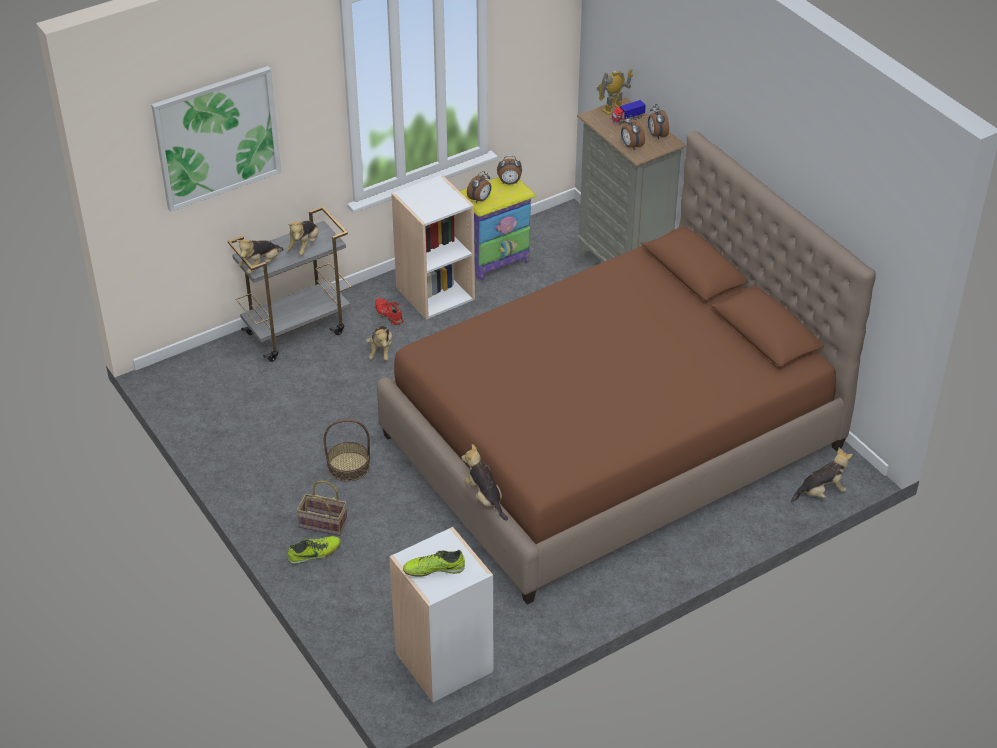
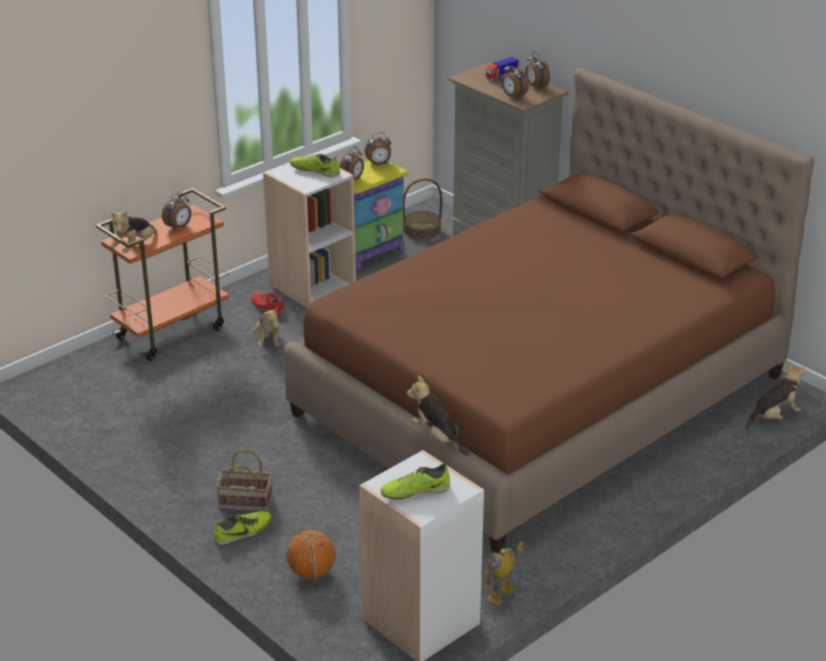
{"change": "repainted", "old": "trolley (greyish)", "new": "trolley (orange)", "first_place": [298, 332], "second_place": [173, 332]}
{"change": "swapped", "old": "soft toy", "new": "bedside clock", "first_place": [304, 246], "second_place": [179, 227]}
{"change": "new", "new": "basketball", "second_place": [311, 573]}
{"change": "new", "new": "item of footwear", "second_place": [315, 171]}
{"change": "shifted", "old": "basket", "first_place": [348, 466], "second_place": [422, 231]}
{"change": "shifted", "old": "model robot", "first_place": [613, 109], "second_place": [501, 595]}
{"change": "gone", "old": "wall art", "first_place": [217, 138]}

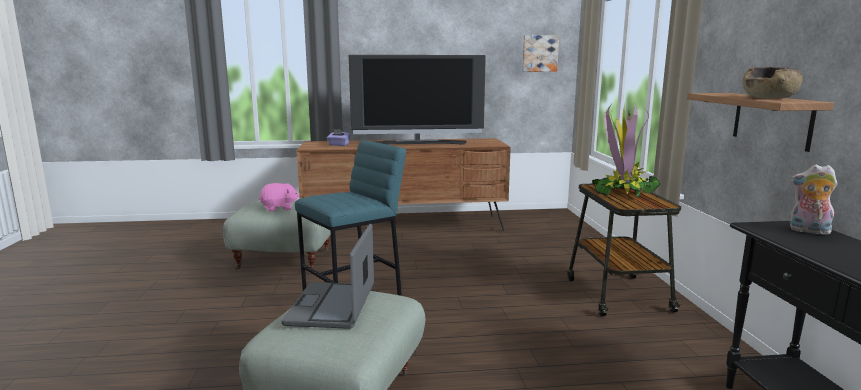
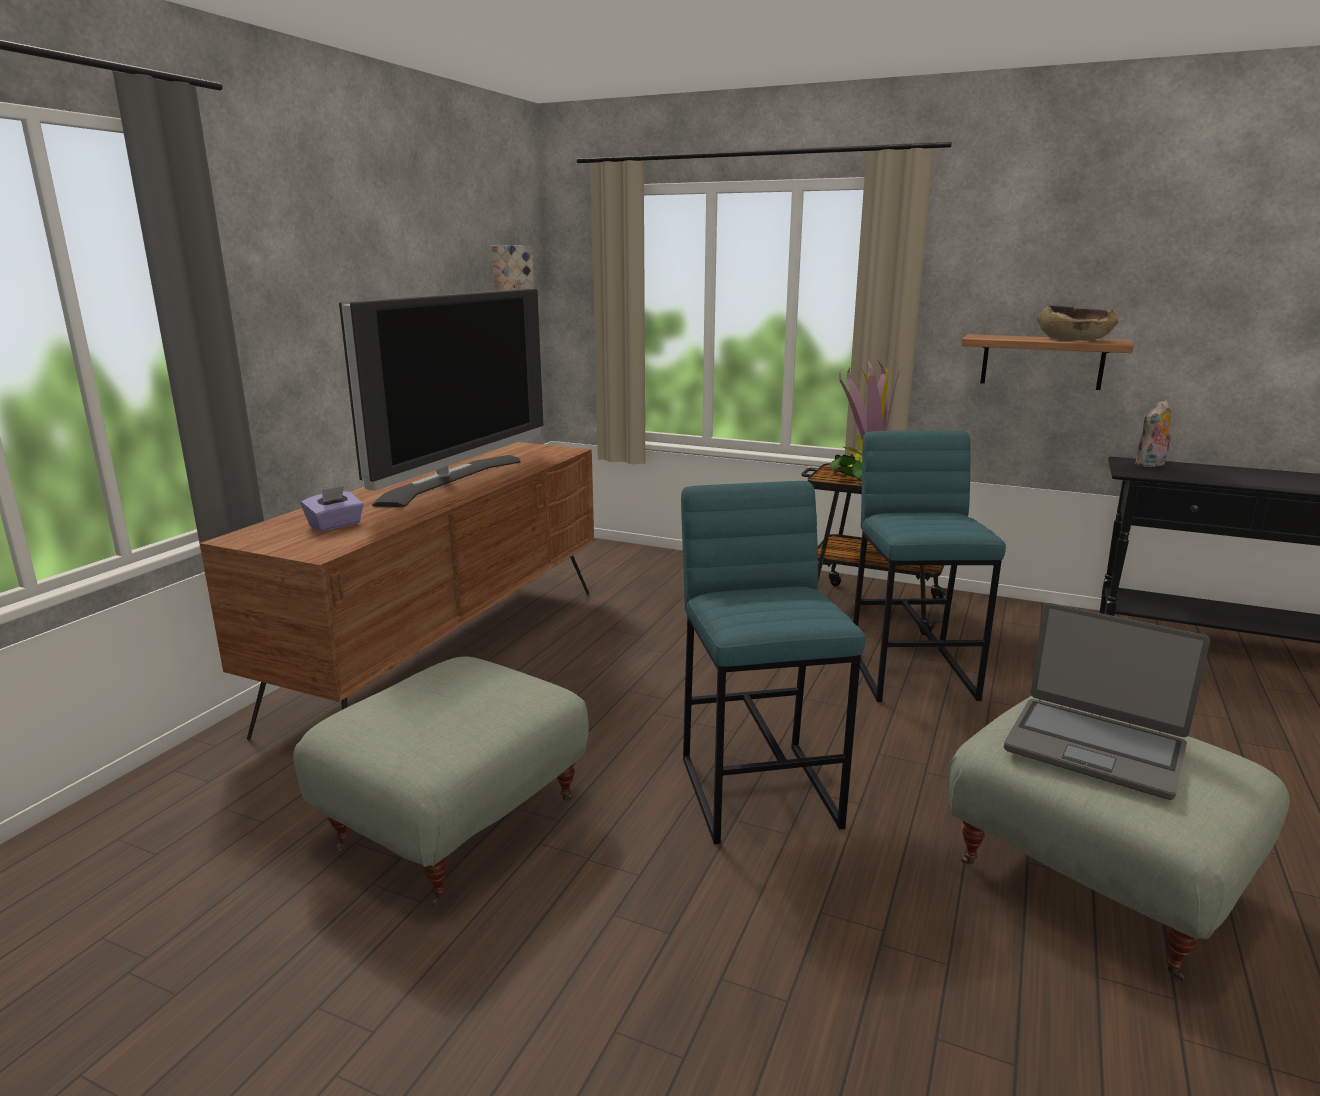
{"change": "new", "new": "sitting stool (blue-green)", "second_place": [910, 672]}
{"change": "gone", "old": "soft toy (pink-coloured)", "first_place": [279, 208]}

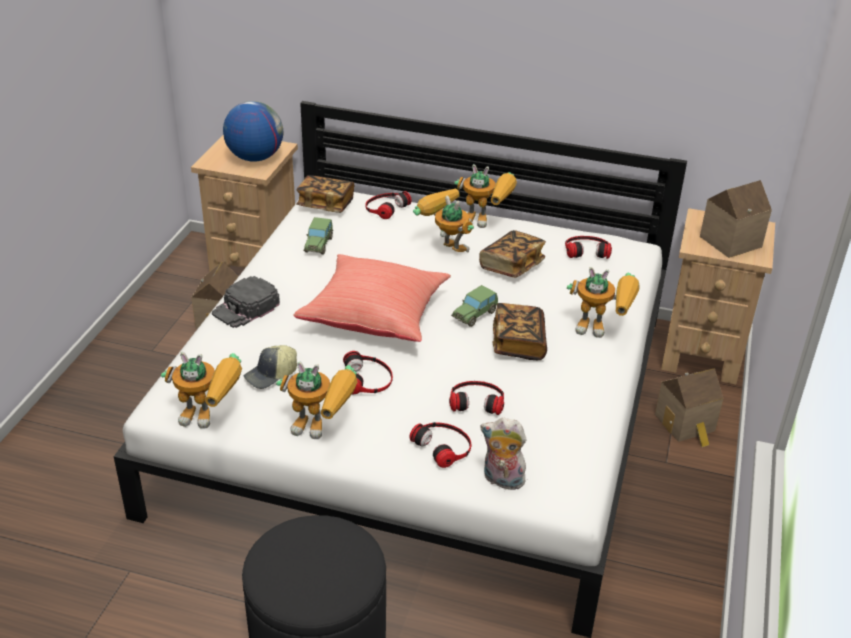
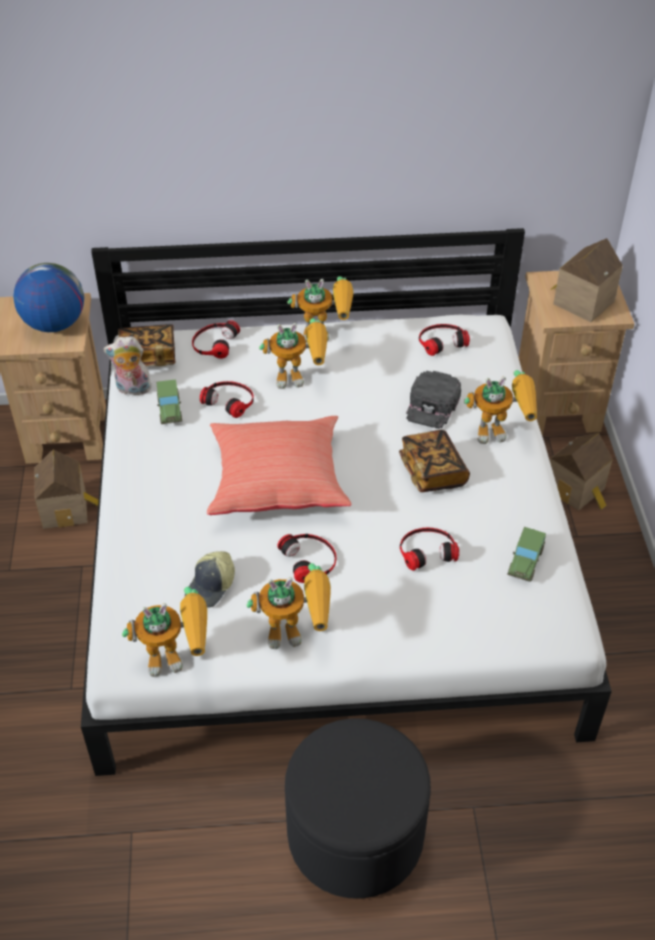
{"change": "shifted", "old": "soft toy", "first_place": [501, 480], "second_place": [132, 389]}
{"change": "shifted", "old": "headset", "first_place": [444, 446], "second_place": [230, 400]}
{"change": "rotated", "old": "model robot", "first_place": [444, 247], "second_place": [300, 377], "degrees": 150}
{"change": "shifted", "old": "cap (blackish)", "first_place": [246, 308], "second_place": [433, 405]}
{"change": "shifted", "old": "toy car", "first_place": [475, 315], "second_place": [525, 562]}
{"change": "gone", "old": "volume", "first_place": [511, 266]}

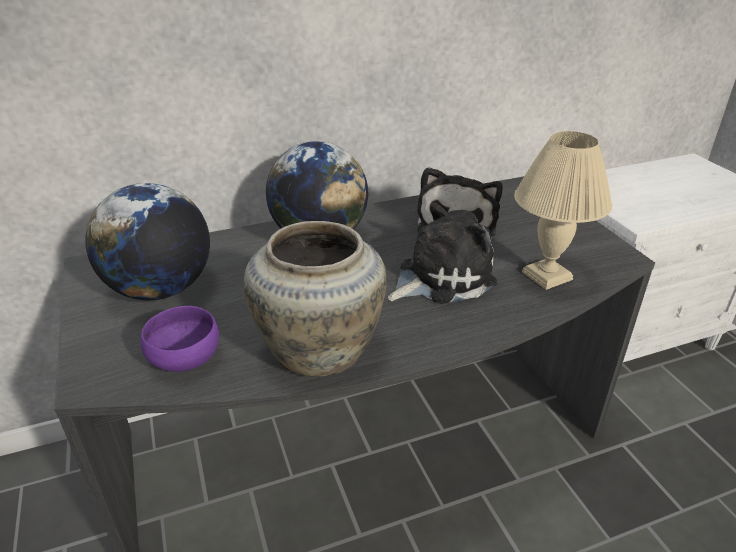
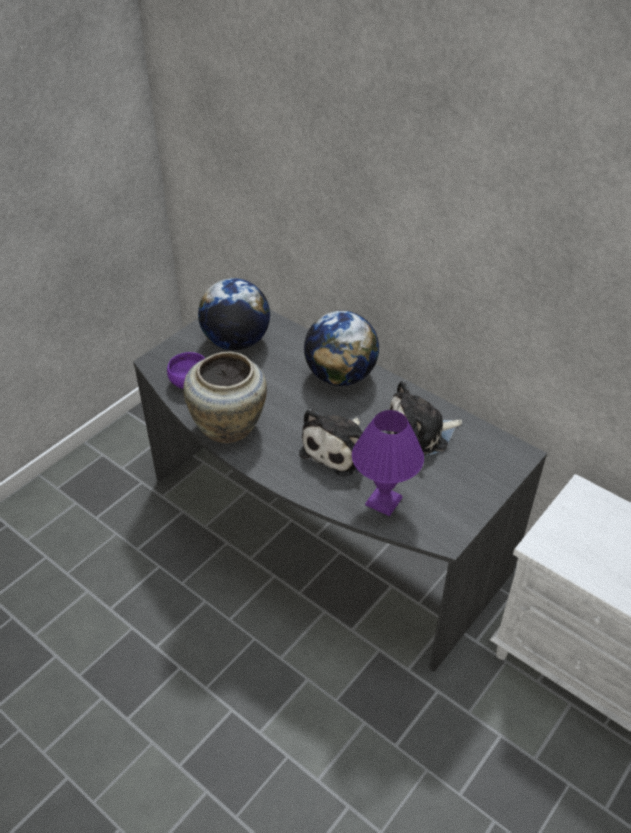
{"change": "rotated", "old": "soft toy", "first_place": [440, 277], "second_place": [339, 449], "degrees": 90}
{"change": "repainted", "old": "tabletop lamp (beige-coloured)", "new": "tabletop lamp (purple)", "first_place": [548, 276], "second_place": [383, 502]}

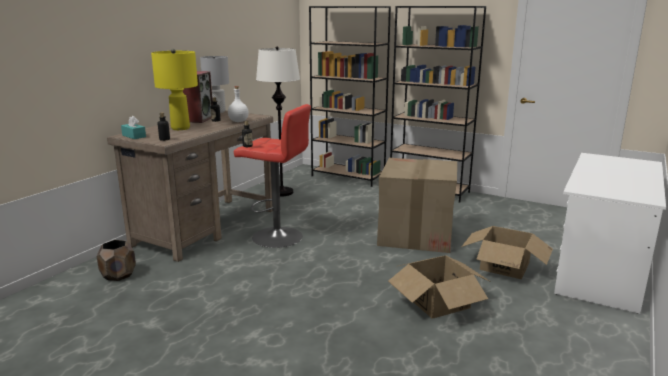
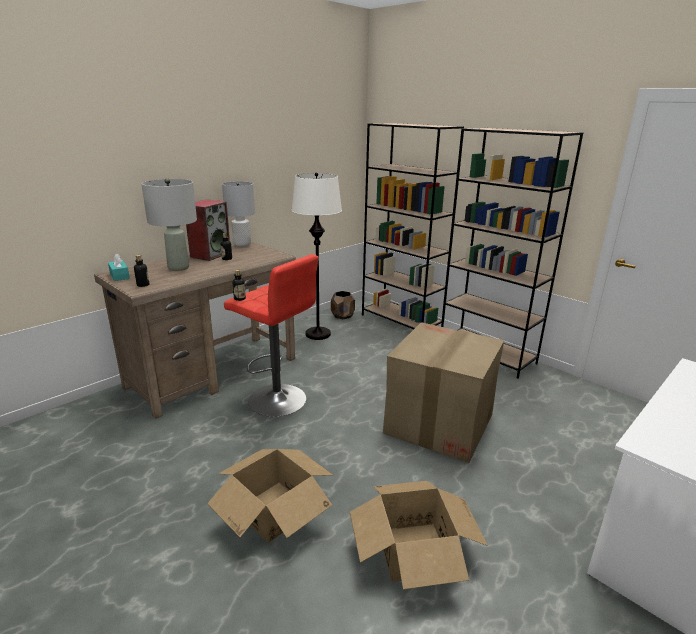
{"change": "repainted", "old": "tabletop lamp (yellow)", "new": "tabletop lamp (greyish)", "first_place": [180, 128], "second_place": [178, 268]}
{"change": "shifted", "old": "packing box", "first_place": [505, 266], "second_place": [274, 510]}
{"change": "shifted", "old": "plant pot (brown)", "first_place": [119, 275], "second_place": [343, 316]}
{"change": "gone", "old": "beverage bottle (white)", "first_place": [239, 121]}

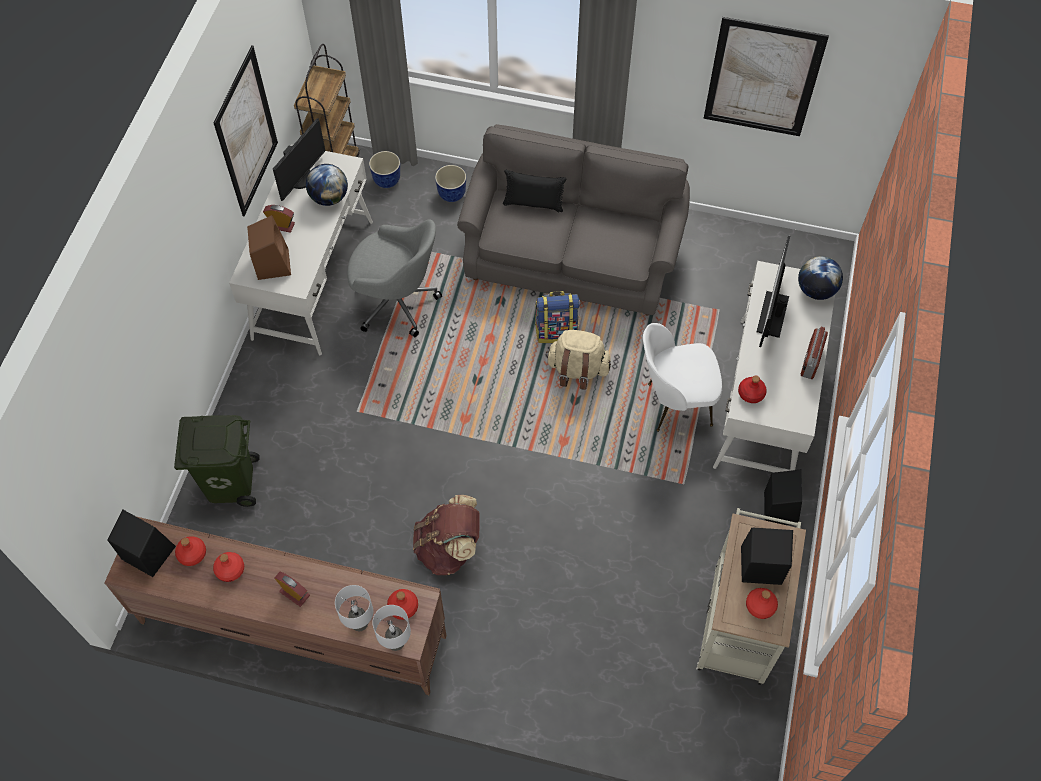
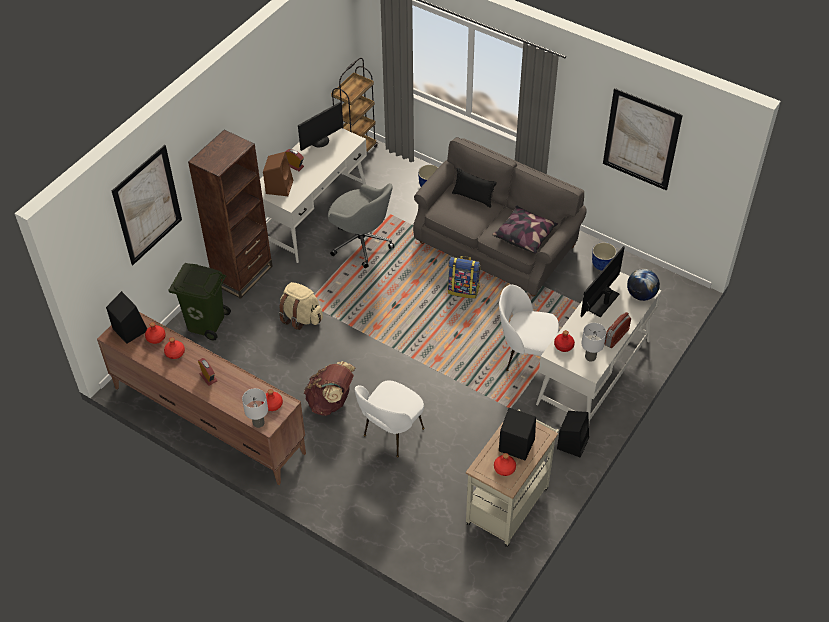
{"change": "shifted", "old": "wall art", "first_place": [247, 133], "second_place": [147, 205]}
{"change": "new", "new": "bookshelf (brown)", "second_place": [243, 275]}
{"change": "shifted", "old": "knapsack (beige-coloured)", "first_place": [577, 370], "second_place": [301, 317]}
{"change": "new", "new": "plain chair (white)", "second_place": [390, 435]}
{"change": "new", "new": "throw pillow", "second_place": [525, 235]}
{"change": "shifted", "old": "tabletop lamp (white)", "first_place": [359, 623], "second_place": [590, 357]}
{"change": "shifted", "old": "plant pot", "first_place": [387, 180], "second_place": [602, 265]}
{"change": "gone", "old": "desk globe", "first_place": [329, 197]}

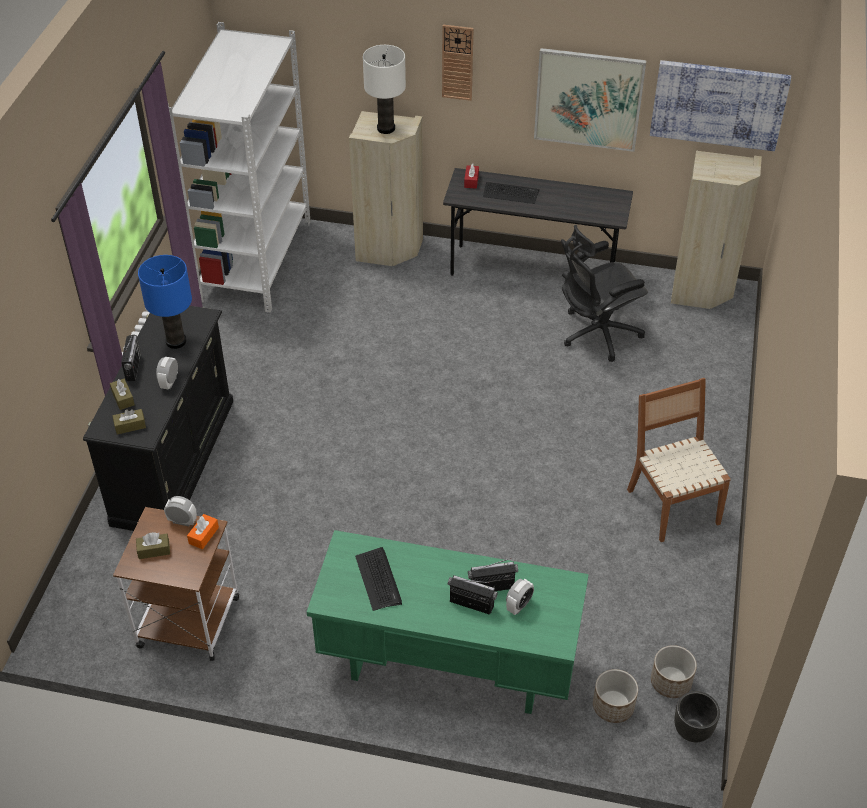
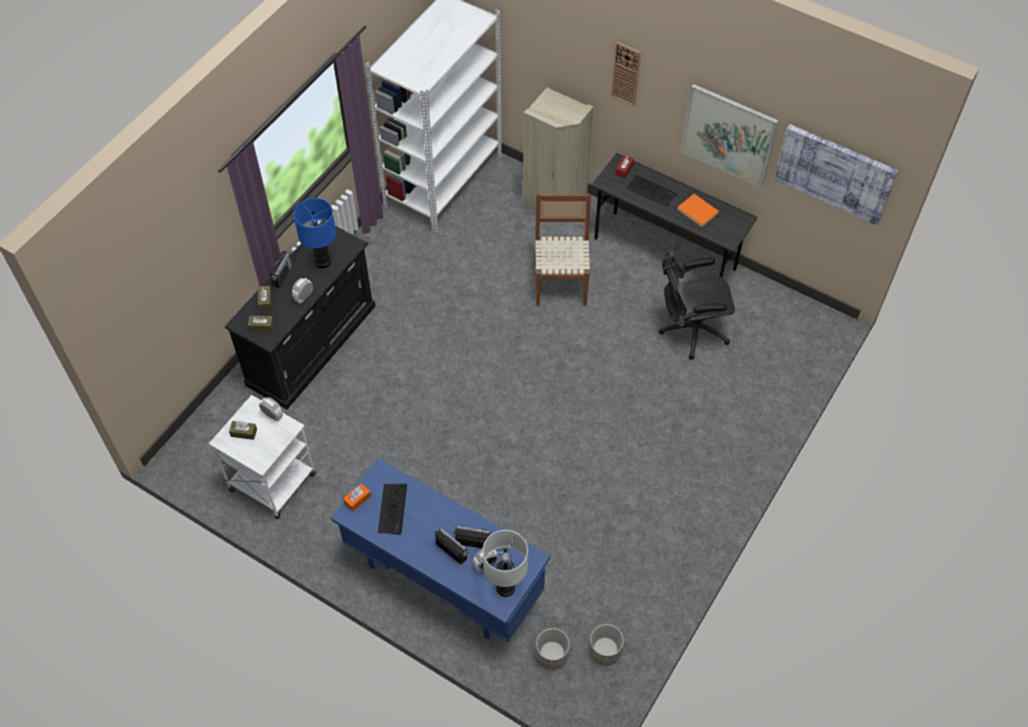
{"change": "repainted", "old": "trolley (brown)", "new": "trolley (white)", "first_place": [186, 621], "second_place": [271, 481]}
{"change": "repainted", "old": "desk (green-coloured)", "new": "desk (blue)", "first_place": [446, 666], "second_place": [442, 579]}
{"change": "shifted", "old": "box of tissues (orange)", "first_place": [203, 535], "second_place": [357, 499]}
{"change": "shifted", "old": "tabletop lamp (white)", "first_place": [386, 128], "second_place": [506, 587]}
{"change": "shifted", "old": "plain chair", "first_place": [672, 503], "second_place": [561, 281]}
{"change": "new", "new": "volume (orange)", "second_place": [697, 210]}
{"change": "gone", "old": "storage cabinet (beige-coloured)", "first_place": [702, 290]}
{"change": "gone", "old": "plant pot (blackish)", "first_place": [691, 730]}

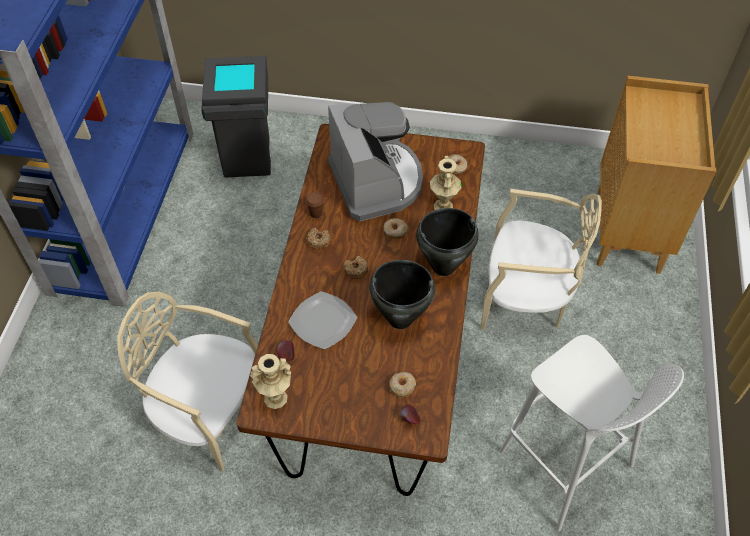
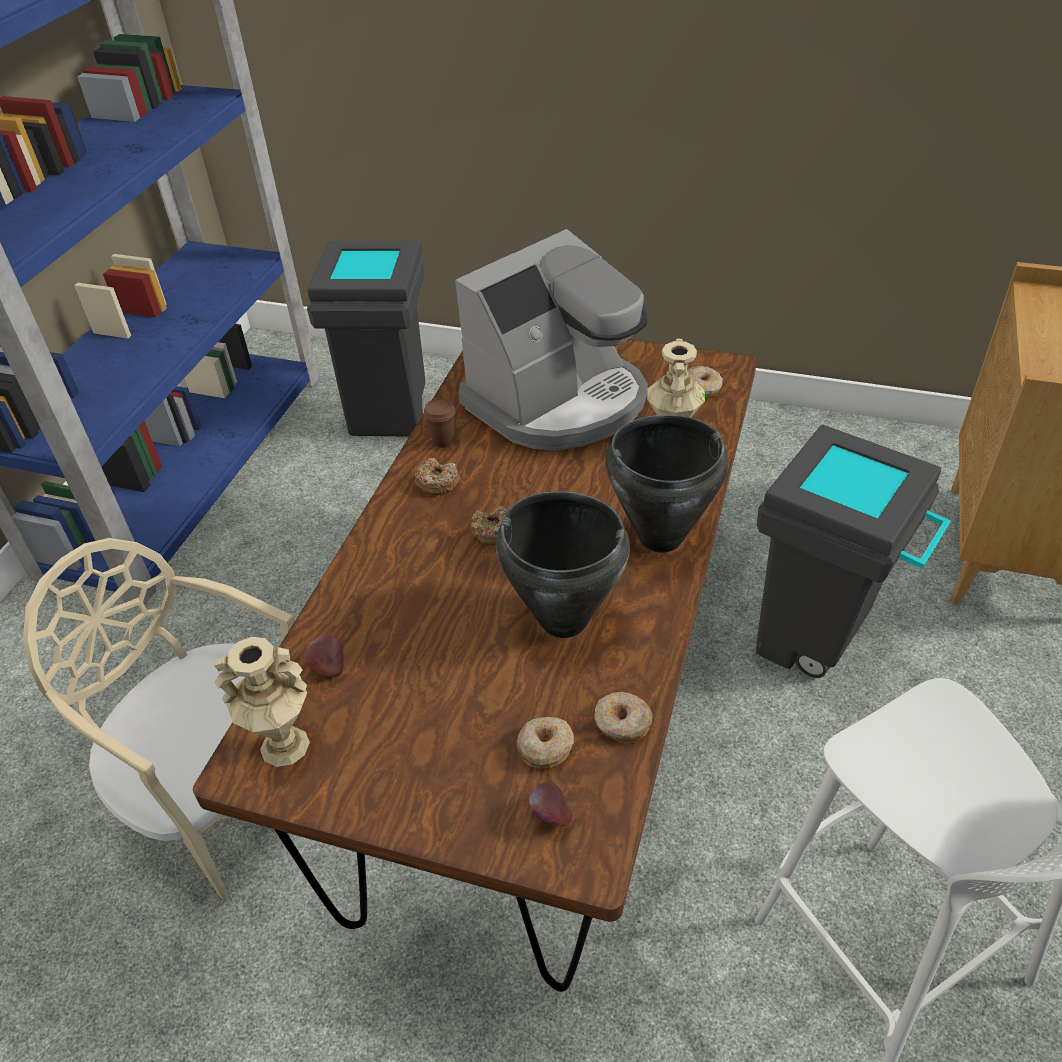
{"change": "rotated", "old": "coffee maker", "first_place": [376, 182], "second_place": [559, 401], "degrees": 60}
{"change": "shifted", "old": "donut", "first_place": [395, 231], "second_place": [622, 723]}
{"change": "swapped", "old": "plain chair (beige-coloured)", "new": "rubbish bin (greyish)", "first_place": [525, 298], "second_place": [819, 646]}
{"change": "gone", "old": "flat dish", "first_place": [323, 321]}

